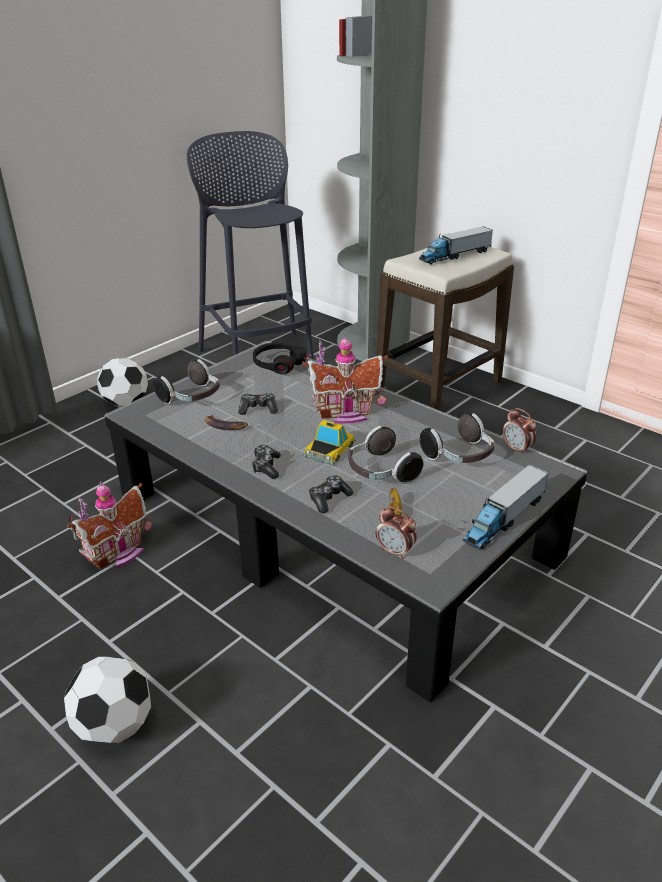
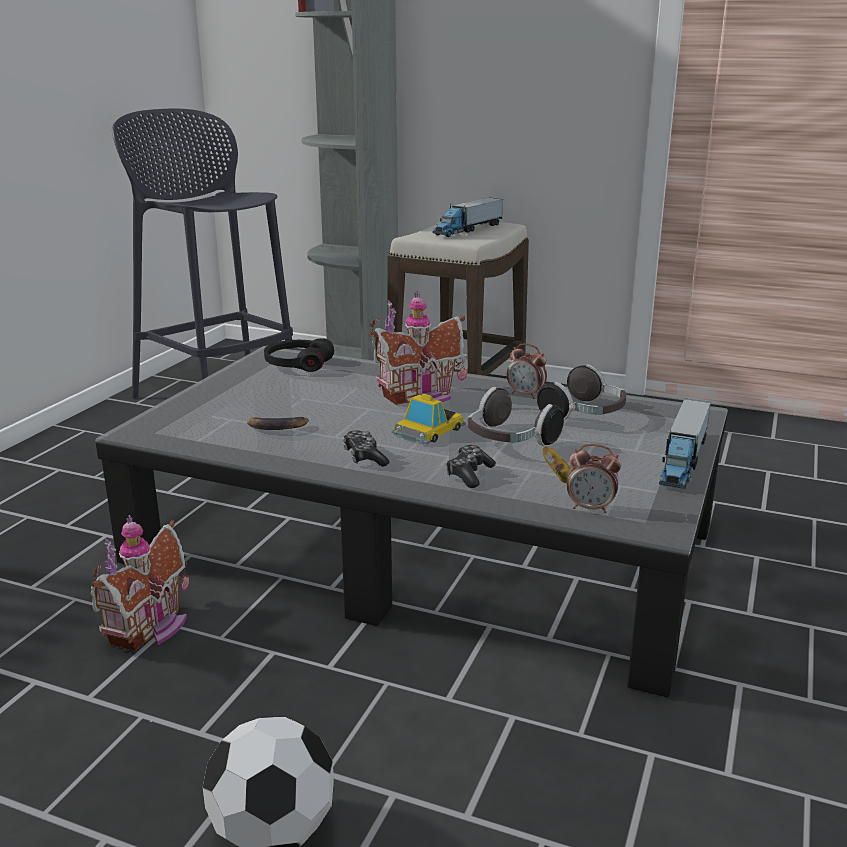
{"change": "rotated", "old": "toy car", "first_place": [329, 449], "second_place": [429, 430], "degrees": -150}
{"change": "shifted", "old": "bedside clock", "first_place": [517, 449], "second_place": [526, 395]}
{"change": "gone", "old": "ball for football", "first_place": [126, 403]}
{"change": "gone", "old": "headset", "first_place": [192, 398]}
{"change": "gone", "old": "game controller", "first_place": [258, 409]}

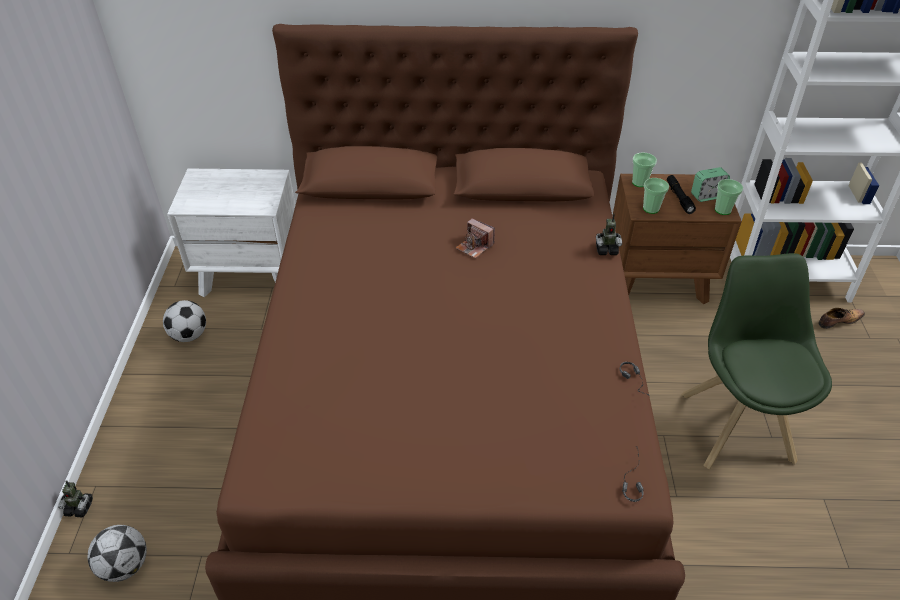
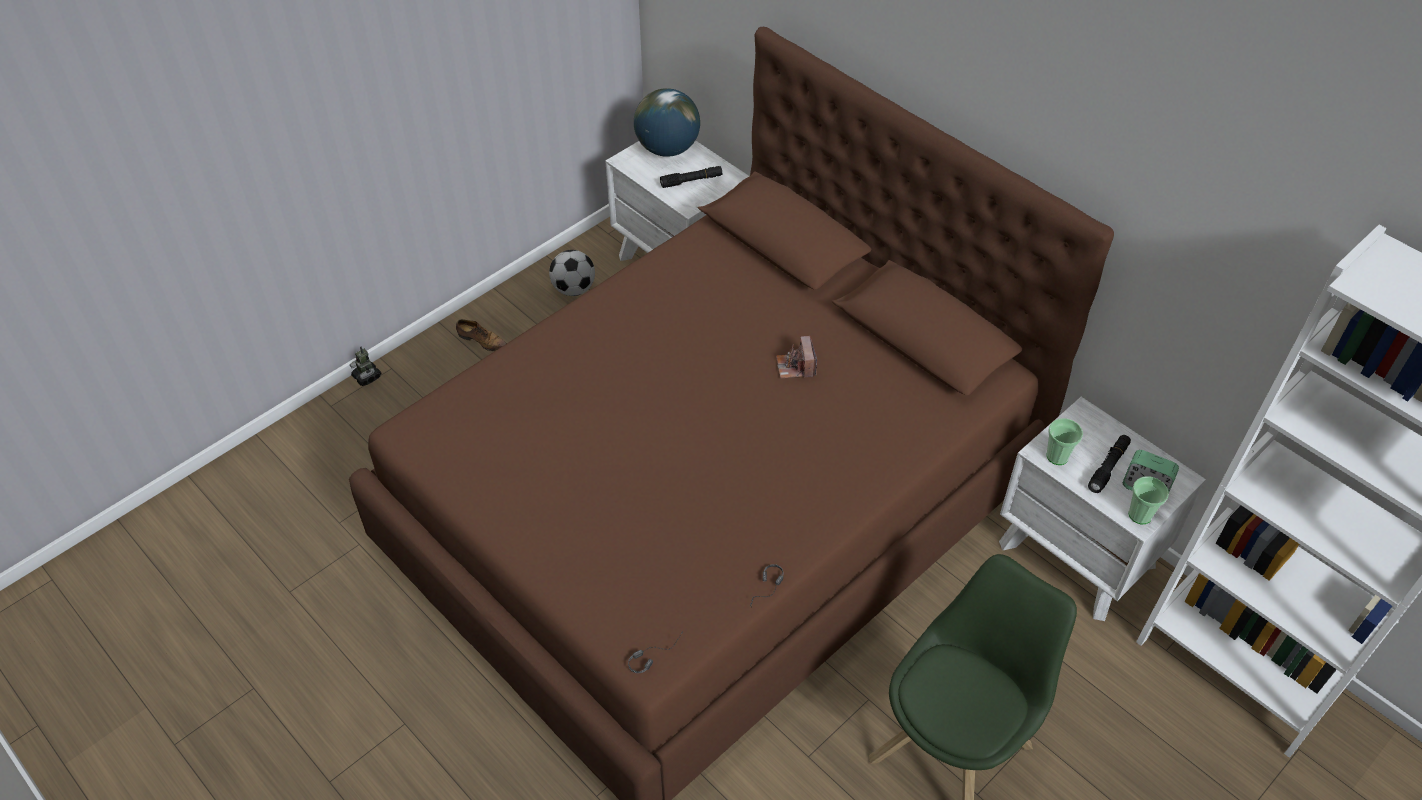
{"change": "shifted", "old": "item of footwear", "first_place": [838, 321], "second_place": [482, 341]}
{"change": "new", "new": "desk globe", "second_place": [668, 149]}
{"change": "new", "new": "hand torch (blackish)", "second_place": [691, 181]}
{"change": "repainted", "old": "night table (brown)", "new": "night table (white)", "first_place": [658, 279], "second_place": [1077, 555]}
{"change": "gone", "old": "ball for football", "first_place": [125, 565]}
{"change": "gone", "old": "model robot", "first_place": [606, 249]}
{"change": "gone", "old": "drinking cup", "first_place": [639, 182]}

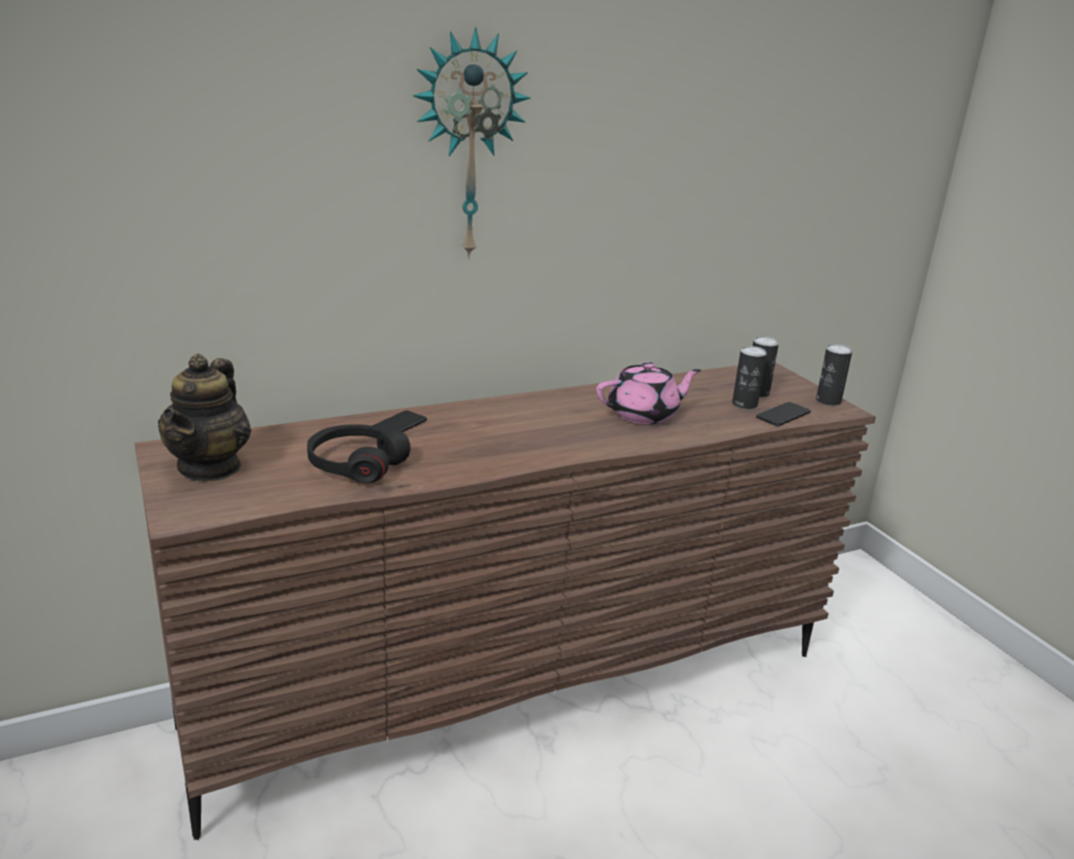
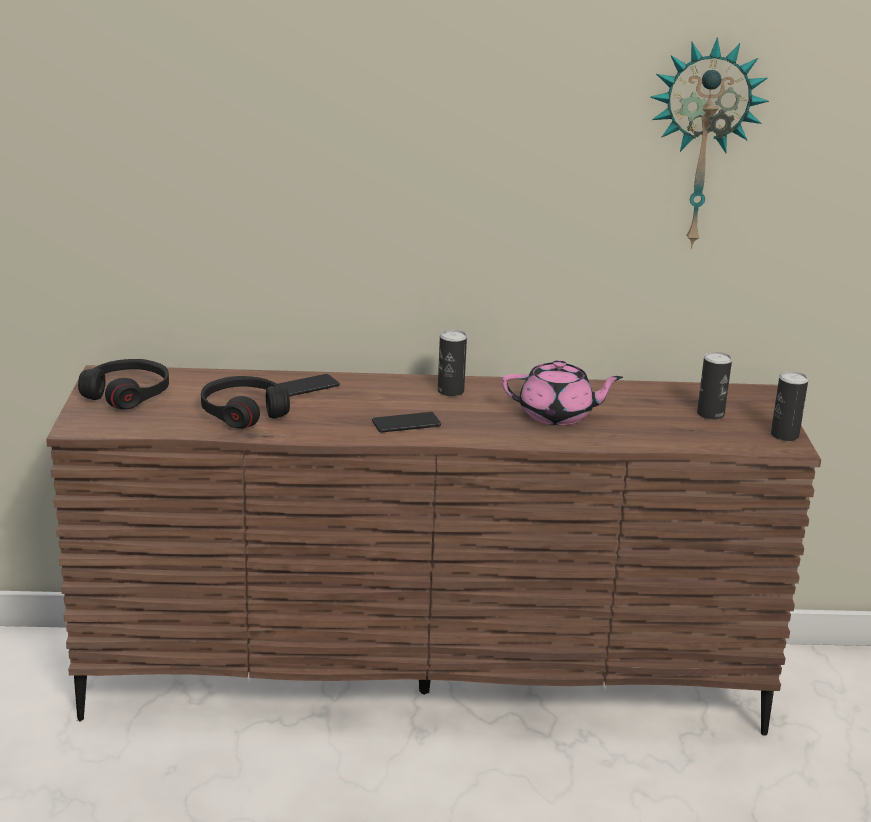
{"change": "swapped", "old": "pot for tea", "new": "headset (blackish)", "first_place": [210, 467], "second_place": [127, 394]}
{"change": "shifted", "old": "phone", "first_place": [783, 415], "second_place": [406, 423]}
{"change": "shifted", "old": "metal can", "first_place": [744, 404], "second_place": [450, 391]}
{"change": "shifted", "old": "clock on the wall", "first_place": [468, 147], "second_place": [702, 144]}

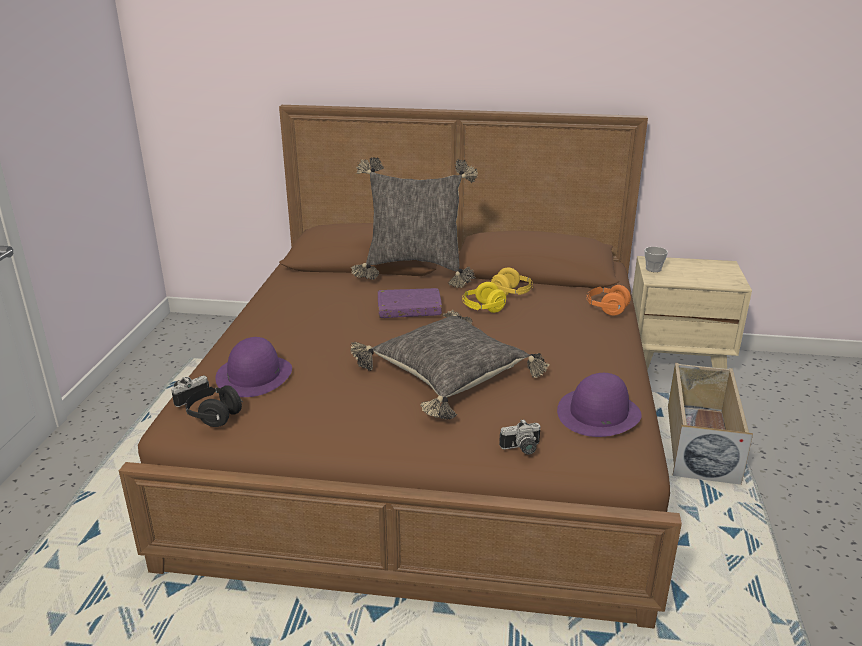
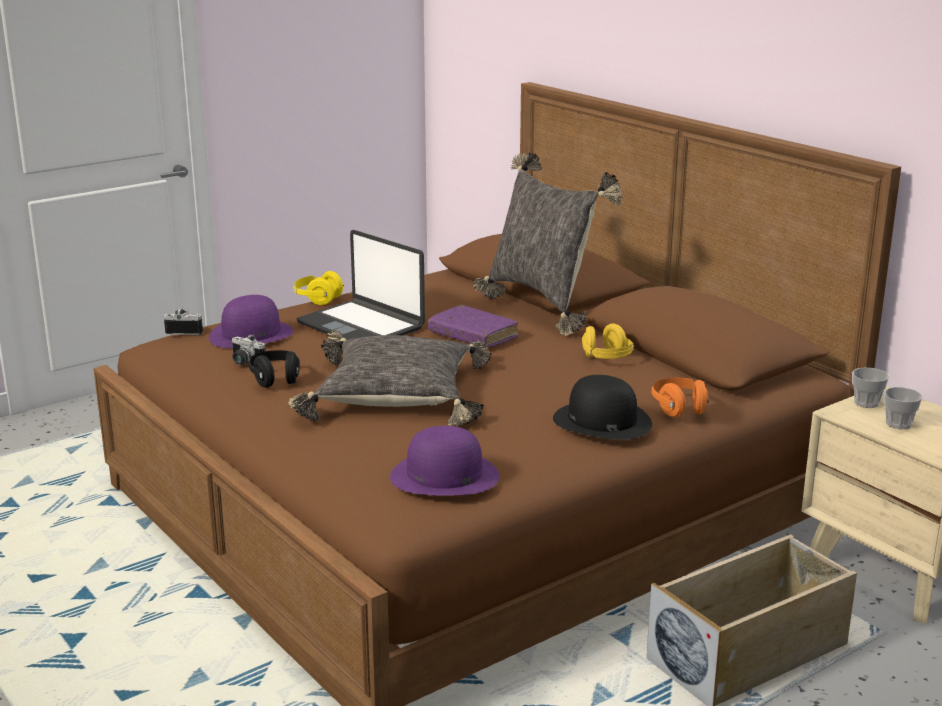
{"change": "shifted", "old": "still camera", "first_place": [522, 449], "second_place": [244, 362]}
{"change": "shifted", "old": "headset (blackish)", "first_place": [214, 416], "second_place": [275, 380]}
{"change": "shifted", "old": "headset (yellow)", "first_place": [483, 309], "second_place": [317, 299]}
{"change": "new", "new": "notebook computer", "second_place": [361, 325]}
{"change": "new", "new": "wearable hat (blackish)", "second_place": [601, 421]}
{"change": "new", "new": "drinking cup", "second_place": [898, 424]}

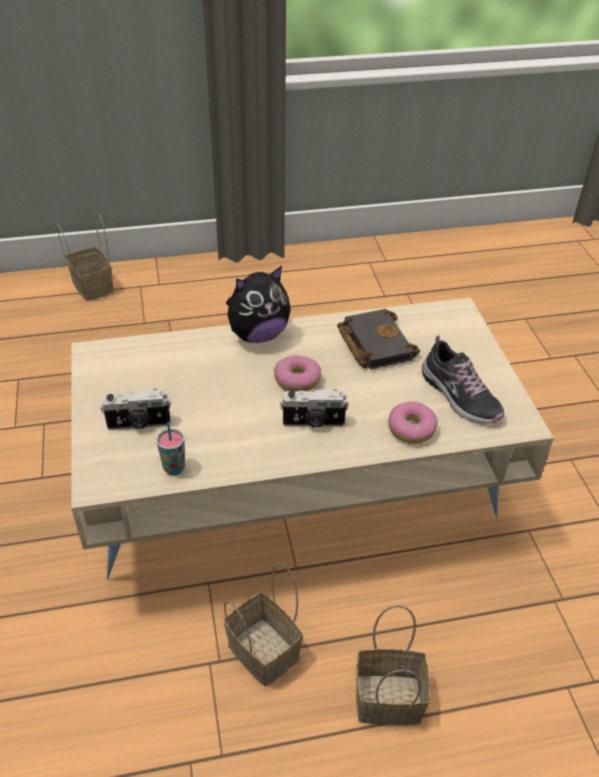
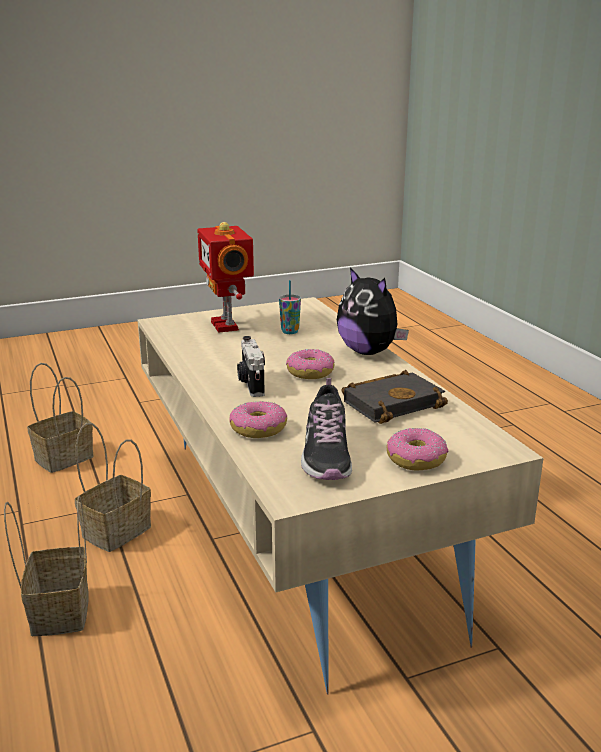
{"change": "shifted", "old": "basket", "first_place": [91, 286], "second_place": [65, 457]}
{"change": "swapped", "old": "still camera", "new": "model robot", "first_place": [139, 424], "second_place": [227, 325]}
{"change": "shifted", "old": "drinking cup", "first_place": [174, 468], "second_place": [290, 332]}
{"change": "rotated", "old": "item of footwear", "first_place": [459, 396], "second_place": [326, 454], "degrees": -45}
{"change": "new", "new": "donut", "second_place": [416, 459]}

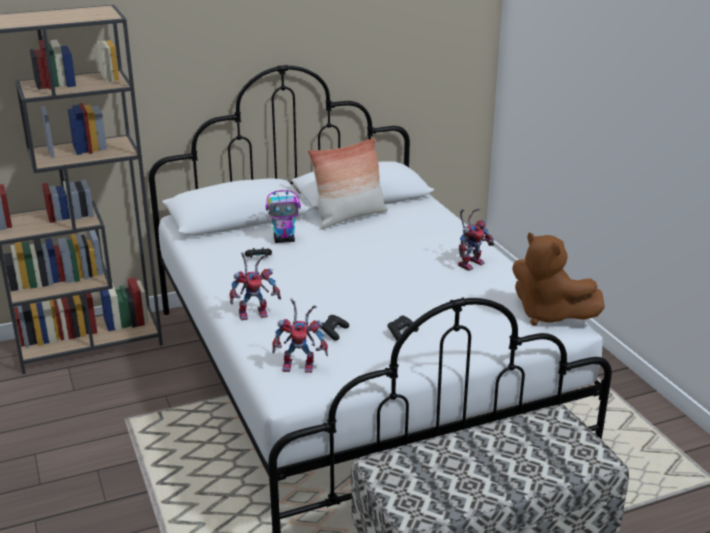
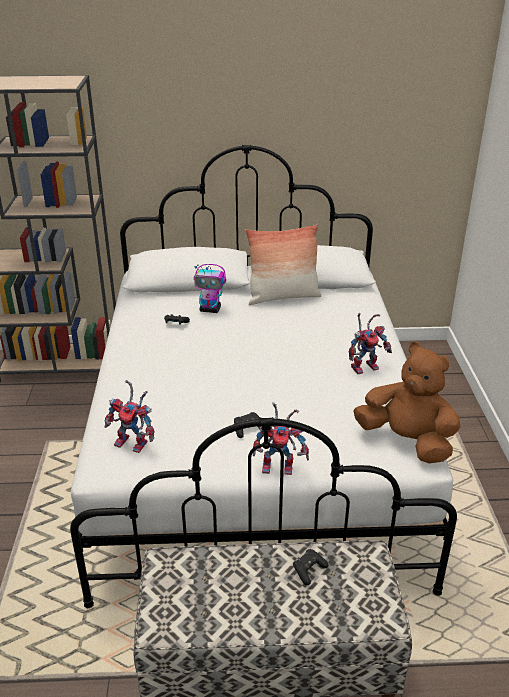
{"change": "shifted", "old": "model robot", "first_place": [255, 313], "second_place": [280, 466]}
{"change": "shifted", "old": "game controller (blackish)", "first_place": [334, 332], "second_place": [309, 570]}
{"change": "rotated", "old": "soft toy (brown)", "first_place": [548, 315], "second_place": [406, 441], "degrees": 150}

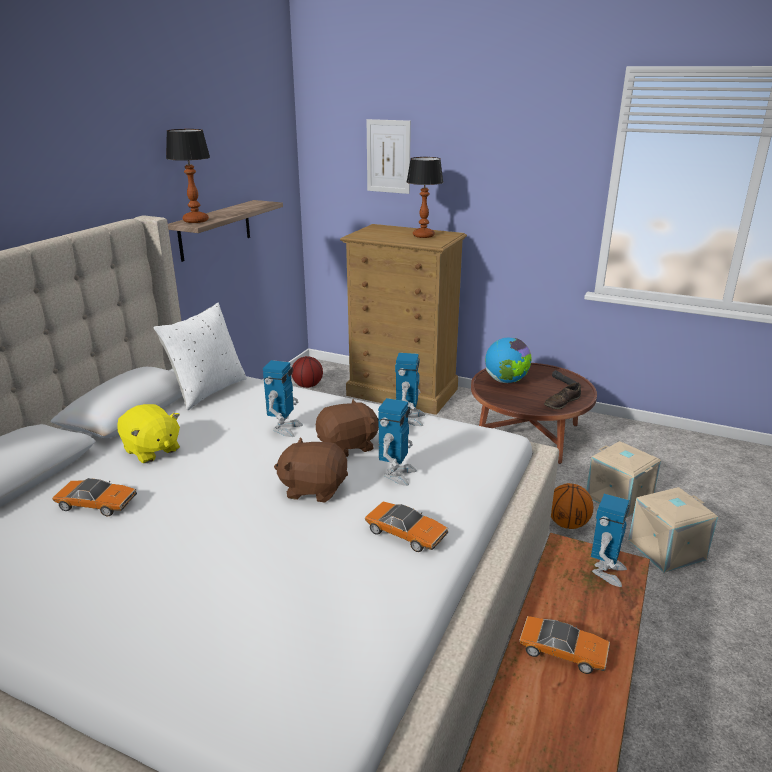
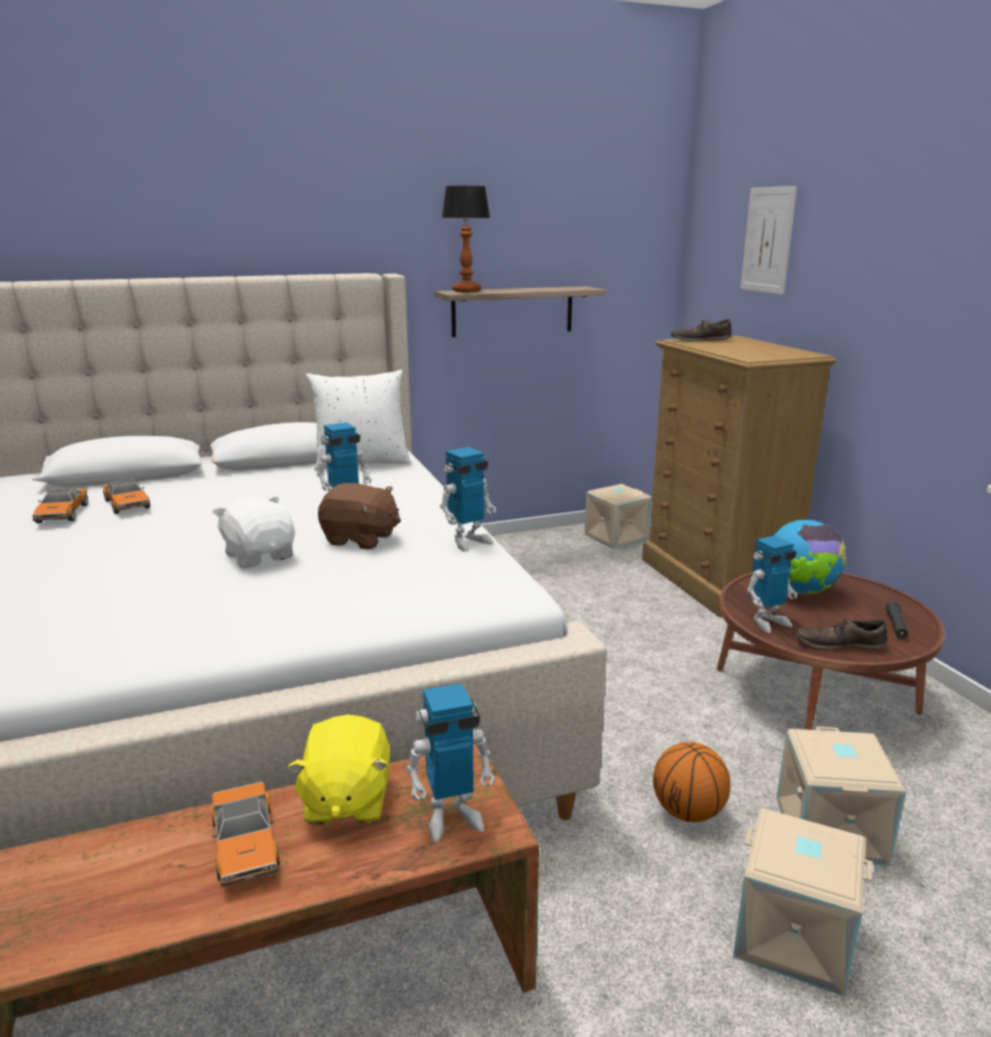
{"change": "shifted", "old": "toy car", "first_place": [406, 534], "second_place": [62, 514]}
{"change": "repainted", "old": "soft toy (brown)", "new": "soft toy (white)", "first_place": [313, 488], "second_place": [260, 556]}
{"change": "shifted", "old": "soft toy (yellow)", "first_place": [151, 450], "second_place": [346, 800]}
{"change": "swapped", "old": "basketball", "new": "storage box (beige-coloured)", "first_place": [307, 385], "second_place": [616, 537]}
{"change": "new", "new": "item of footwear (brown)", "second_place": [700, 340]}
{"change": "shifted", "old": "model robot", "first_place": [397, 474], "second_place": [767, 622]}
{"change": "gone", "old": "tabletop lamp", "first_place": [423, 236]}

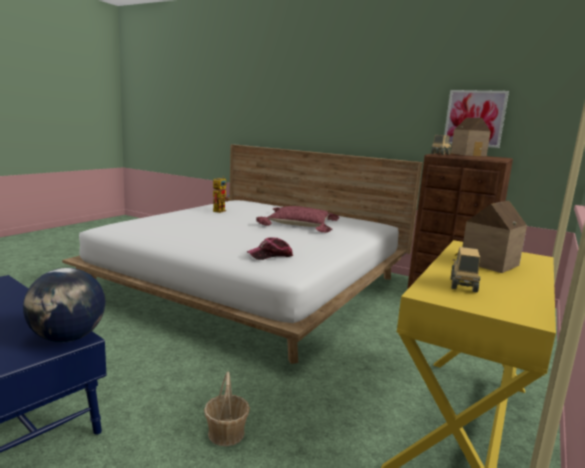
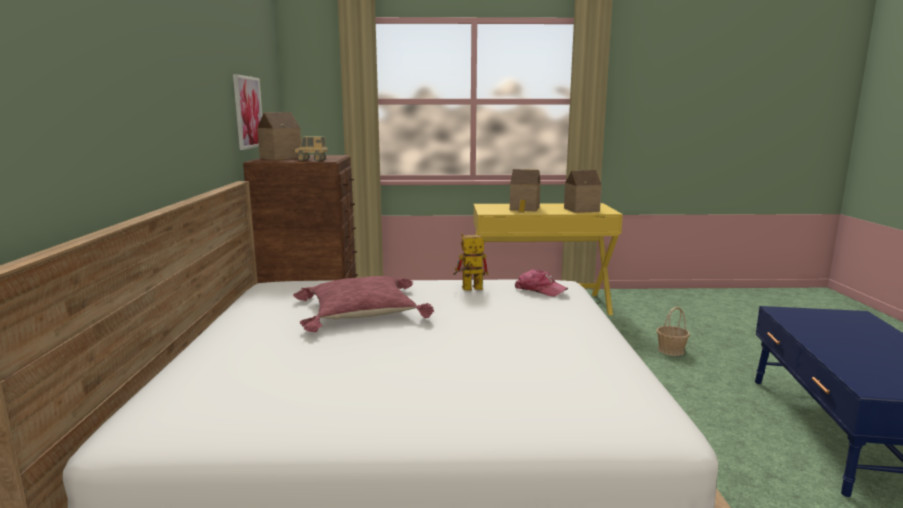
{"change": "shifted", "old": "model robot", "first_place": [219, 210], "second_place": [467, 289]}
{"change": "swapped", "old": "toy truck", "new": "model house", "first_place": [463, 286], "second_place": [580, 209]}
{"change": "gone", "old": "desk globe", "first_place": [67, 338]}

